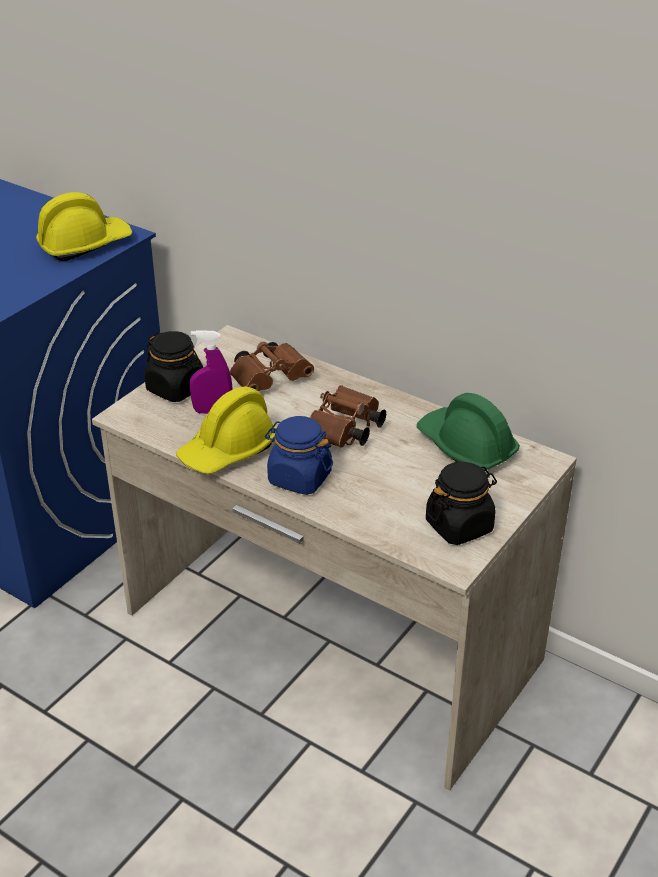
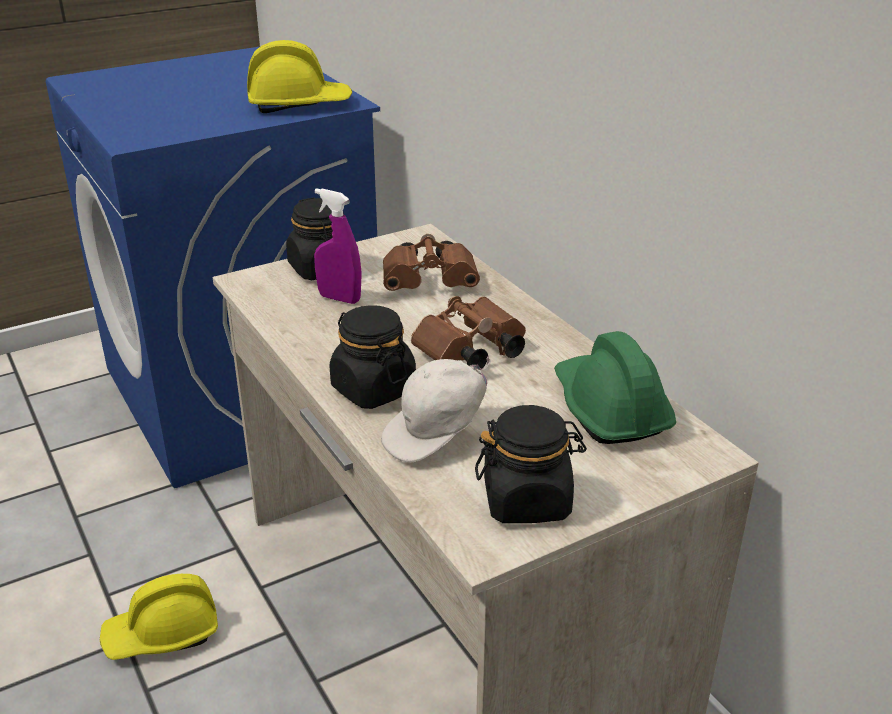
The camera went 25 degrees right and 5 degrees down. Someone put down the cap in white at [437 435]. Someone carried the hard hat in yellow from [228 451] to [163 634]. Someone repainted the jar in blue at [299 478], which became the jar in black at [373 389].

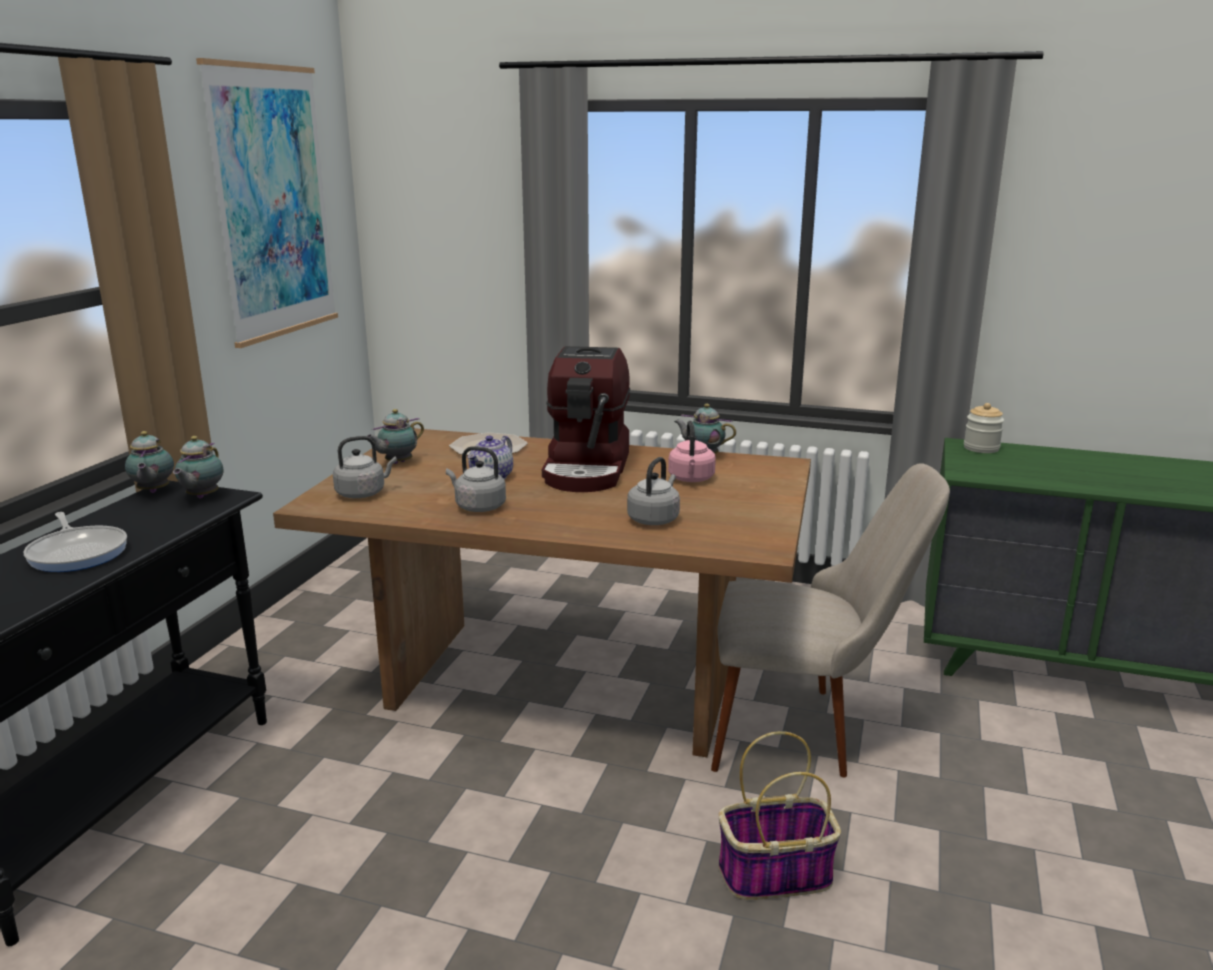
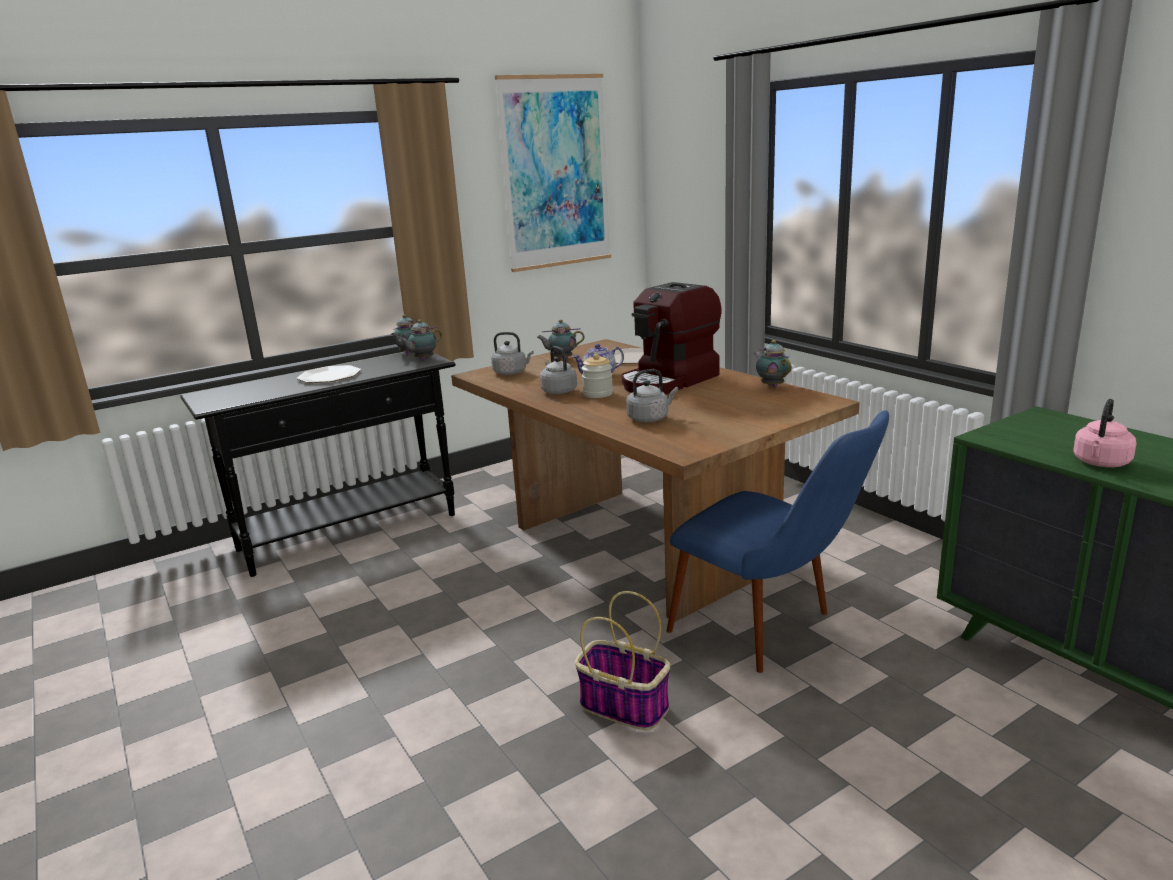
The camera went 40 degrees right and 0 degrees up. Someone carried the kettle in pink from [691 479] to [1100 463]. Someone carried the jar from [981 448] to [598 394]. Someone swapped the frying pan at [78 552] for the plate at [330 376]. Someone repainted the chair in beige at [804 730], which became the chair in blue at [772 632].

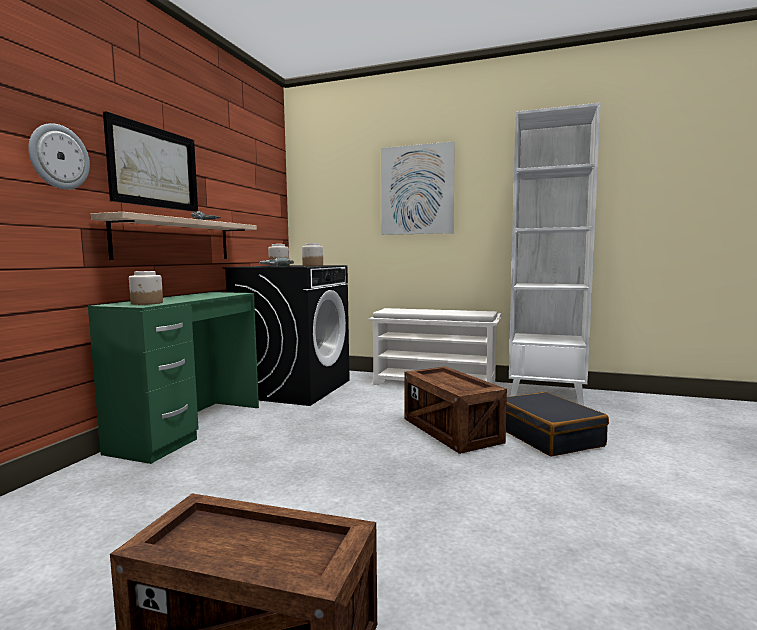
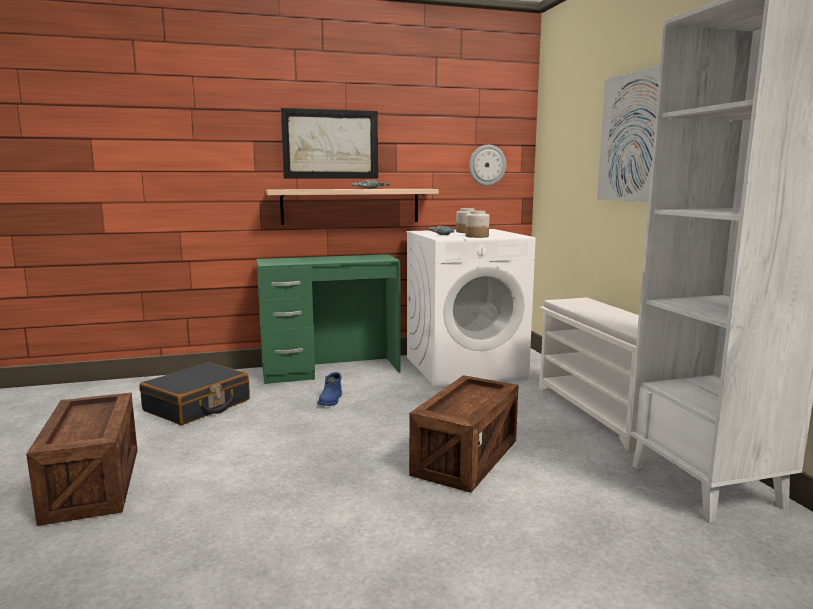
The camera went 55 degrees right and 5 degrees up. Someone took away the jar at [147 303]. Someone put down the boot in blue at [331 400]. Someone carried the wall clock from [59 157] to [487 165]. Someone carried the suitcase in black from [548 436] to [197 406]. Someone repainted the washing machine in black at [293 388], which became the washing machine in white at [465 366].

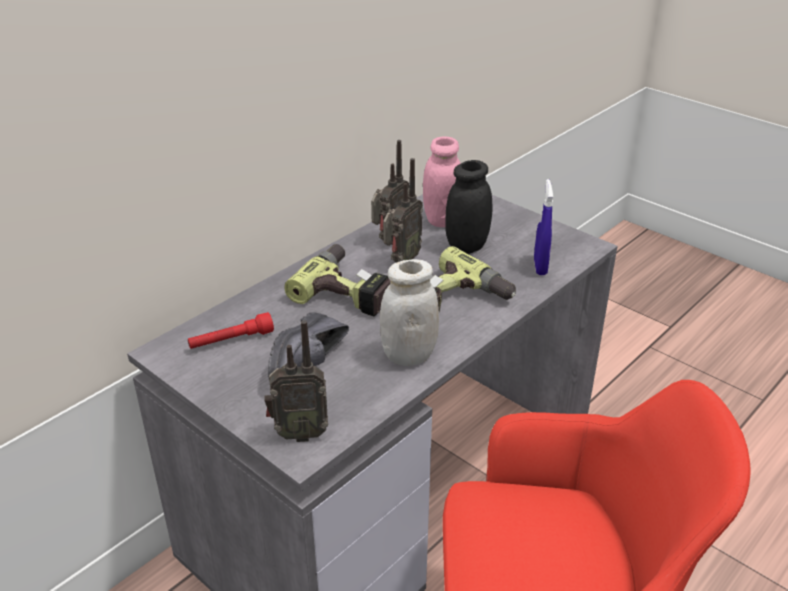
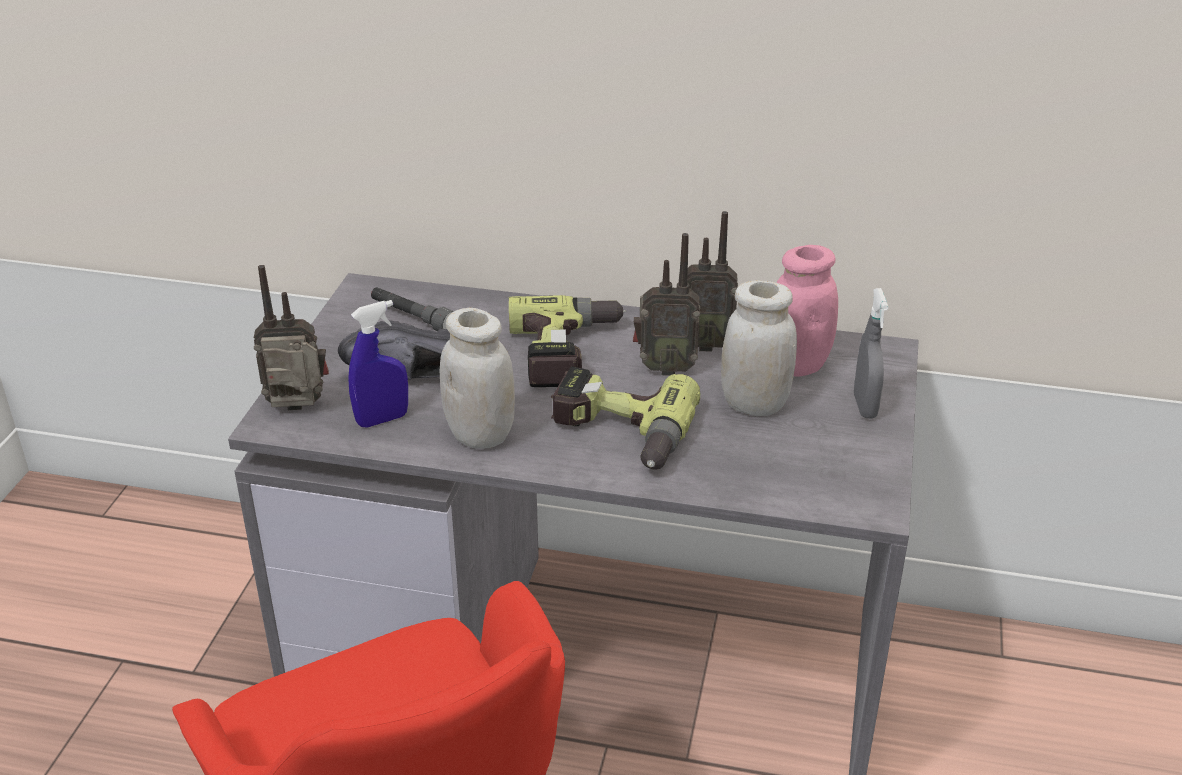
The camera went 60 degrees right and 0 degrees up. Someone put down the spray bottle in grey at [865 406]. Someone carried the spray bottle in blue from [540 267] to [382 419]. Someone repainted the flashlight in red at [231 341], which became the flashlight in grey at [412 318]. Someone repainted the jar in black at [467 246], which became the jar in white at [754 404]. Someone rotated the radio at [299 433] by 120 degrees clockwise.

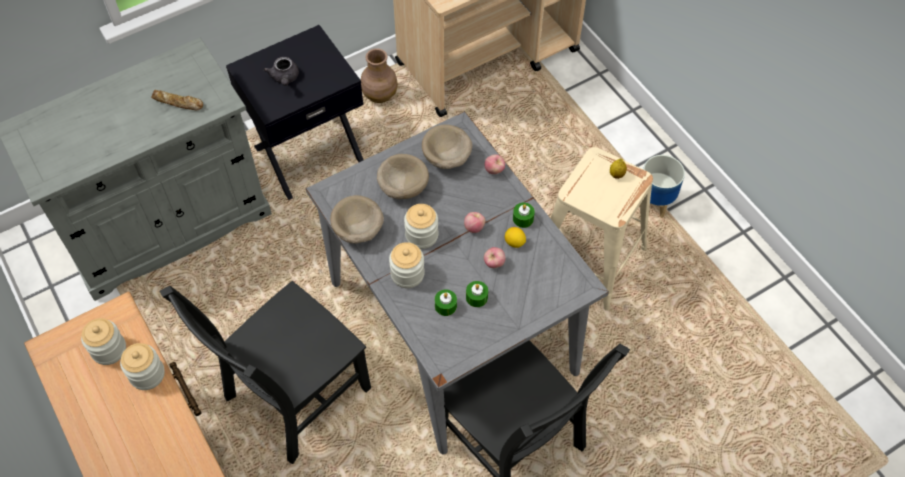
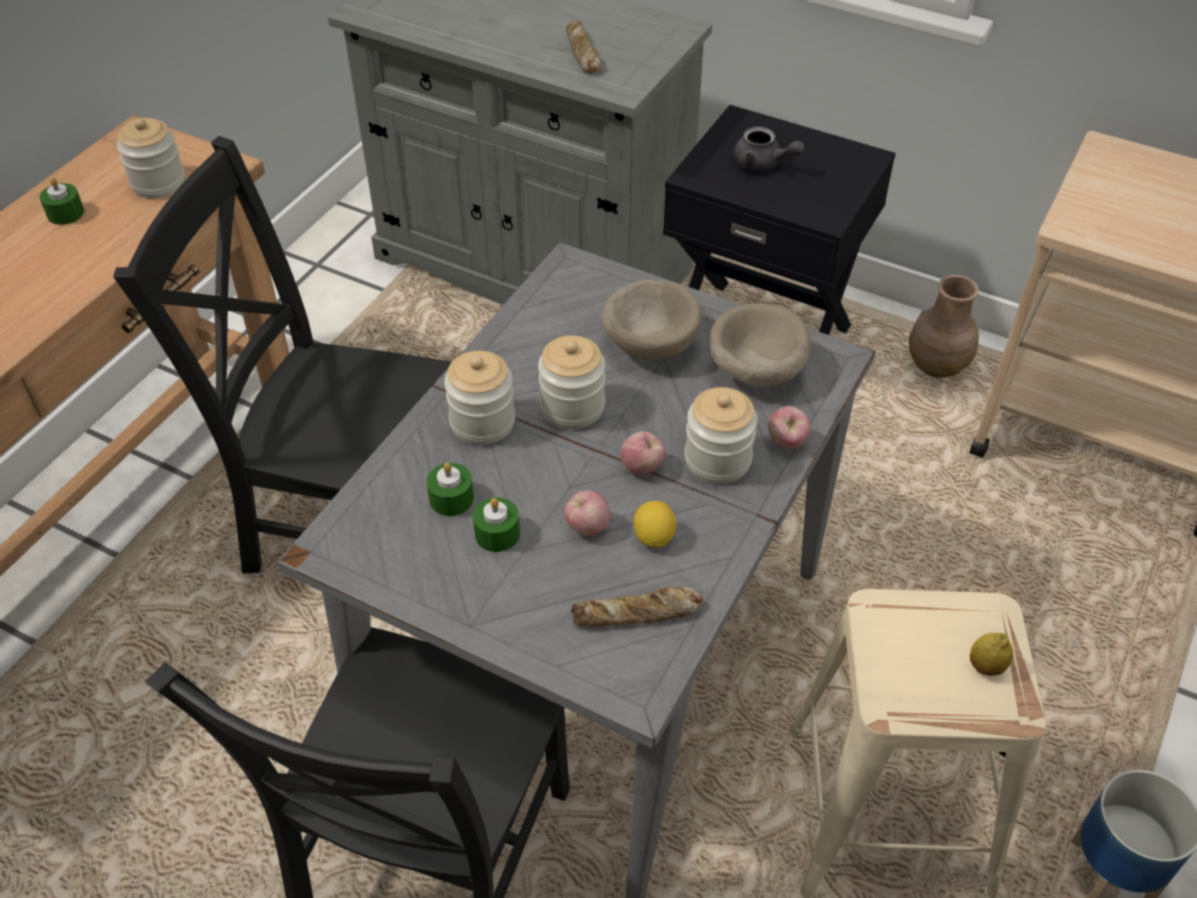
The camera went 60 degrees right and 10 degrees down. Someone took away the bowl in beige at [358 230]. Someone put down the bread at [637 614]. Someone carried the jar from [147 374] to [717 460]. Someone carried the candle in green from [523 218] to [65 213]. Someone rotated the teapot in grey at [284 78] by 105 degrees counterclockwise.

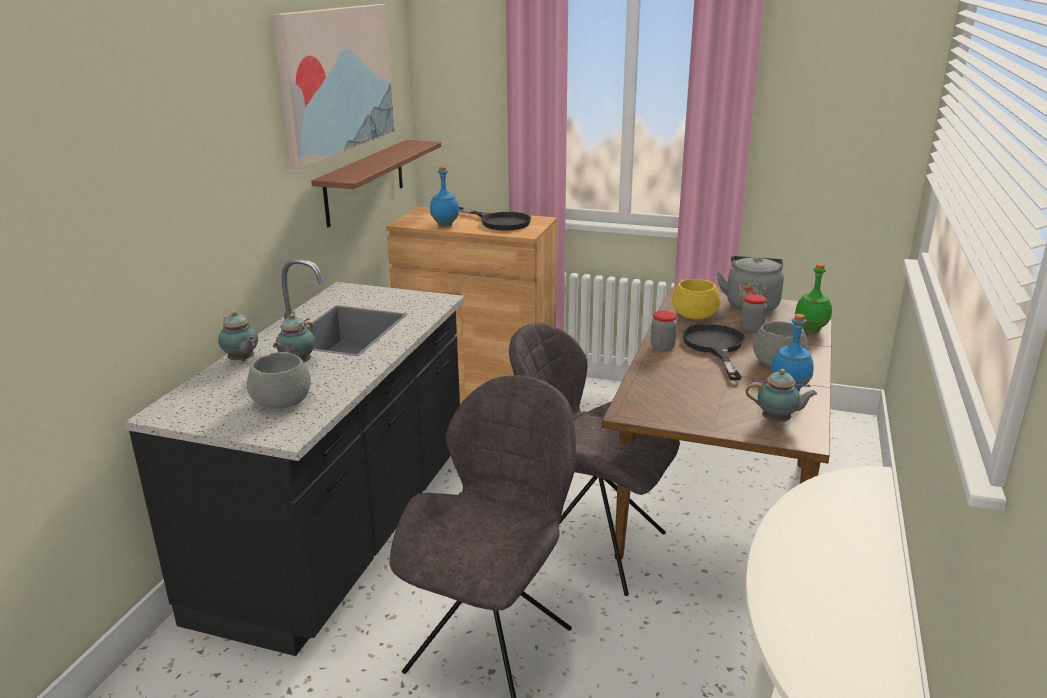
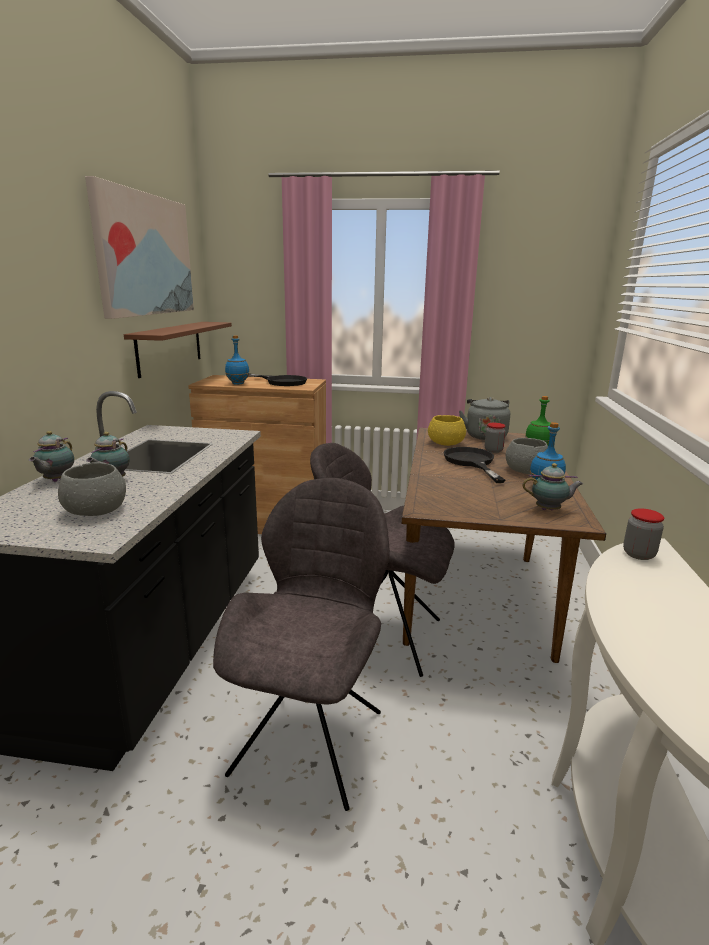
The camera went 10 degrees left and 5 degrees down. Someone carried the jar from [662 347] to [638 554]. Someone rotated the teapot at [242 361] by 60 degrees clockwise.

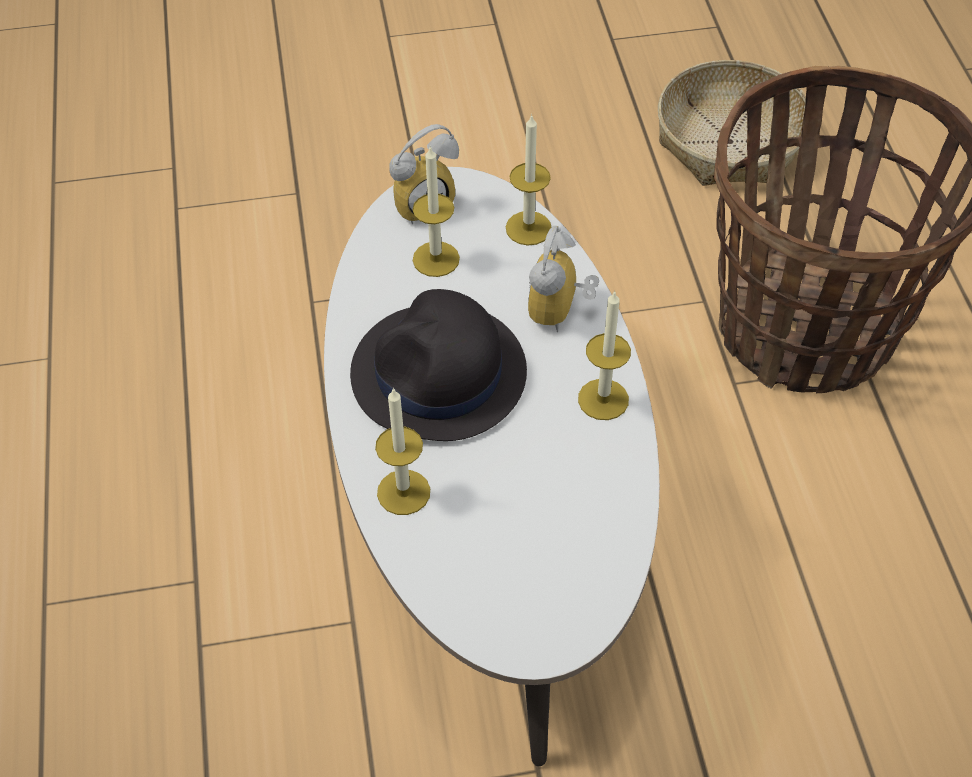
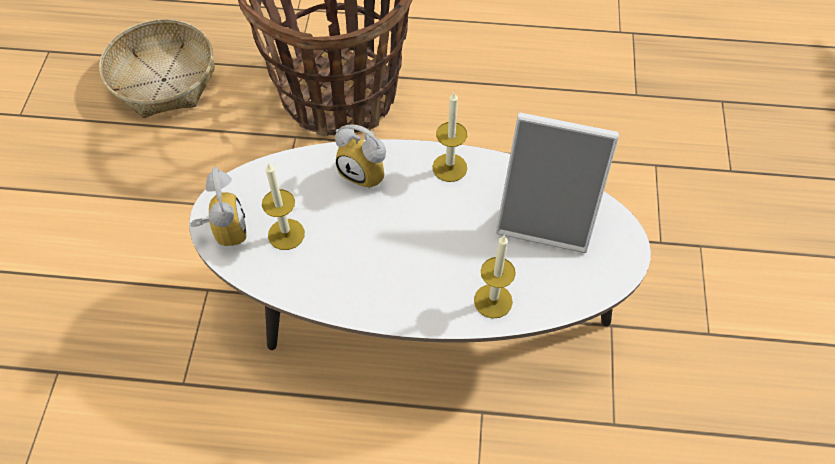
The camera went 75 degrees left and 5 degrees up. Someone took away the hat in black at [439 375]. Someone took away the candle at [528 228]. Someone put down the picture frame at [547 217].

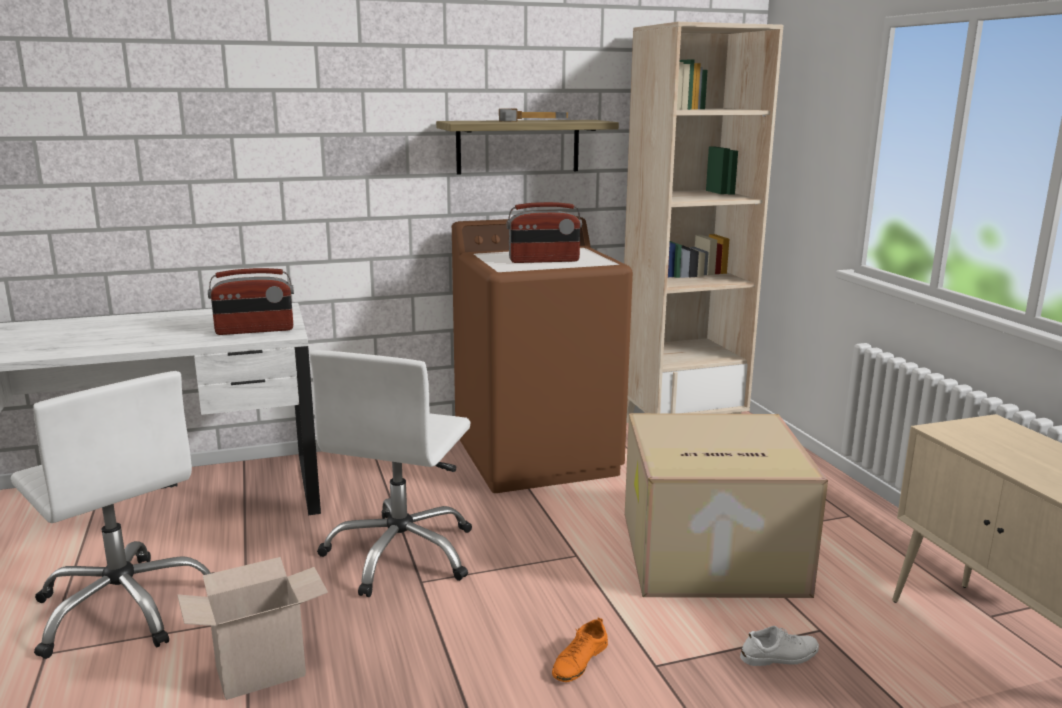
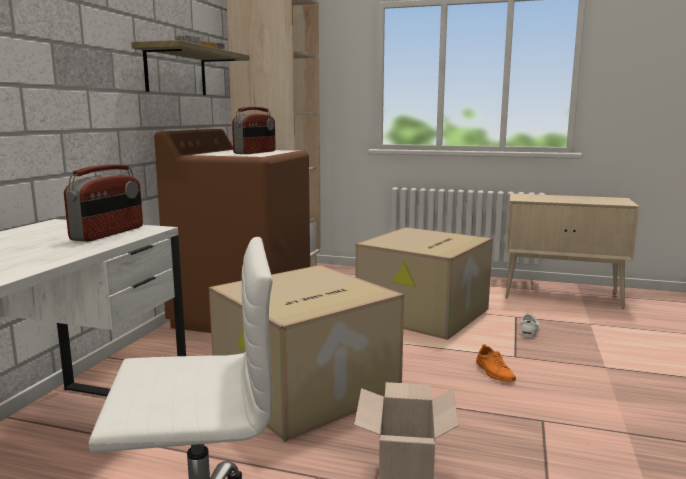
The camera went 55 degrees left and 5 degrees down. Someone swapped the office chair in white at [401 554] for the cardboard box at [305 389].

